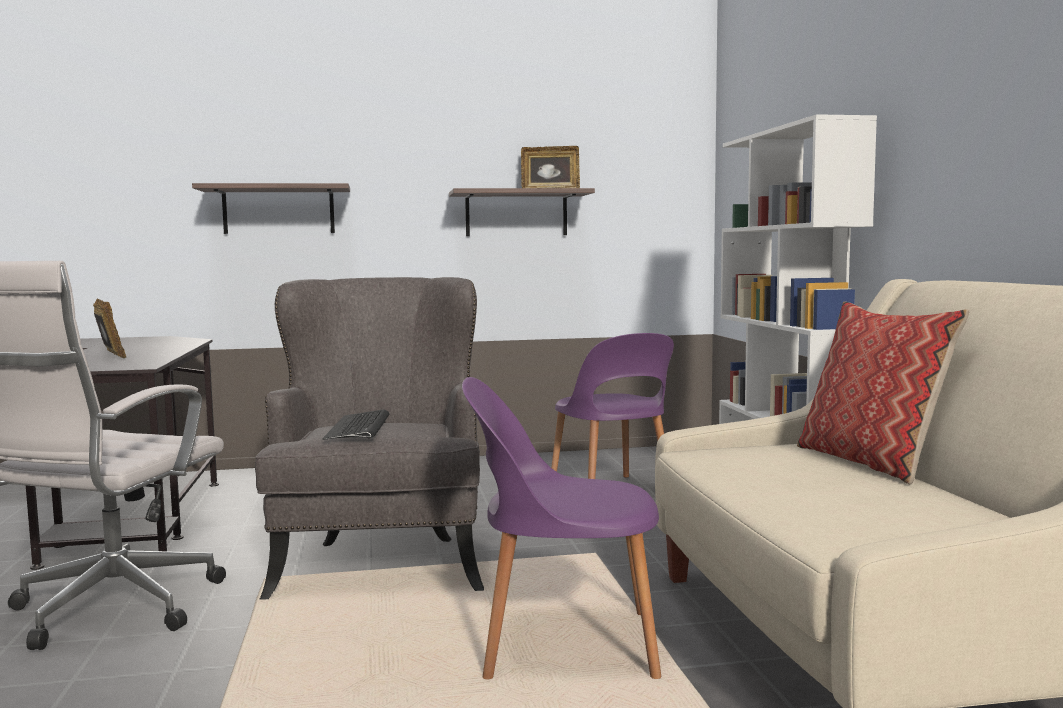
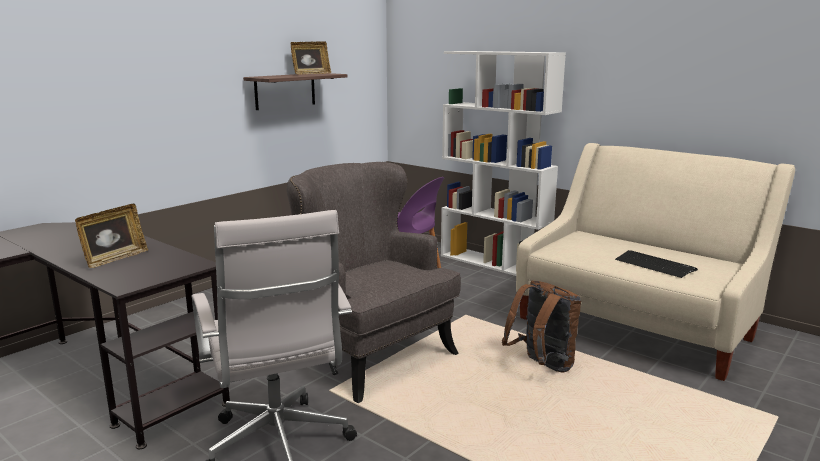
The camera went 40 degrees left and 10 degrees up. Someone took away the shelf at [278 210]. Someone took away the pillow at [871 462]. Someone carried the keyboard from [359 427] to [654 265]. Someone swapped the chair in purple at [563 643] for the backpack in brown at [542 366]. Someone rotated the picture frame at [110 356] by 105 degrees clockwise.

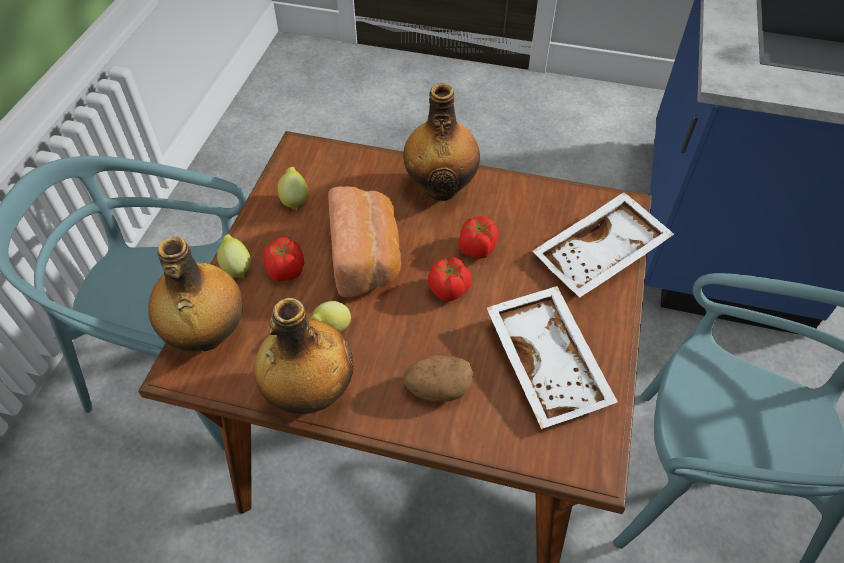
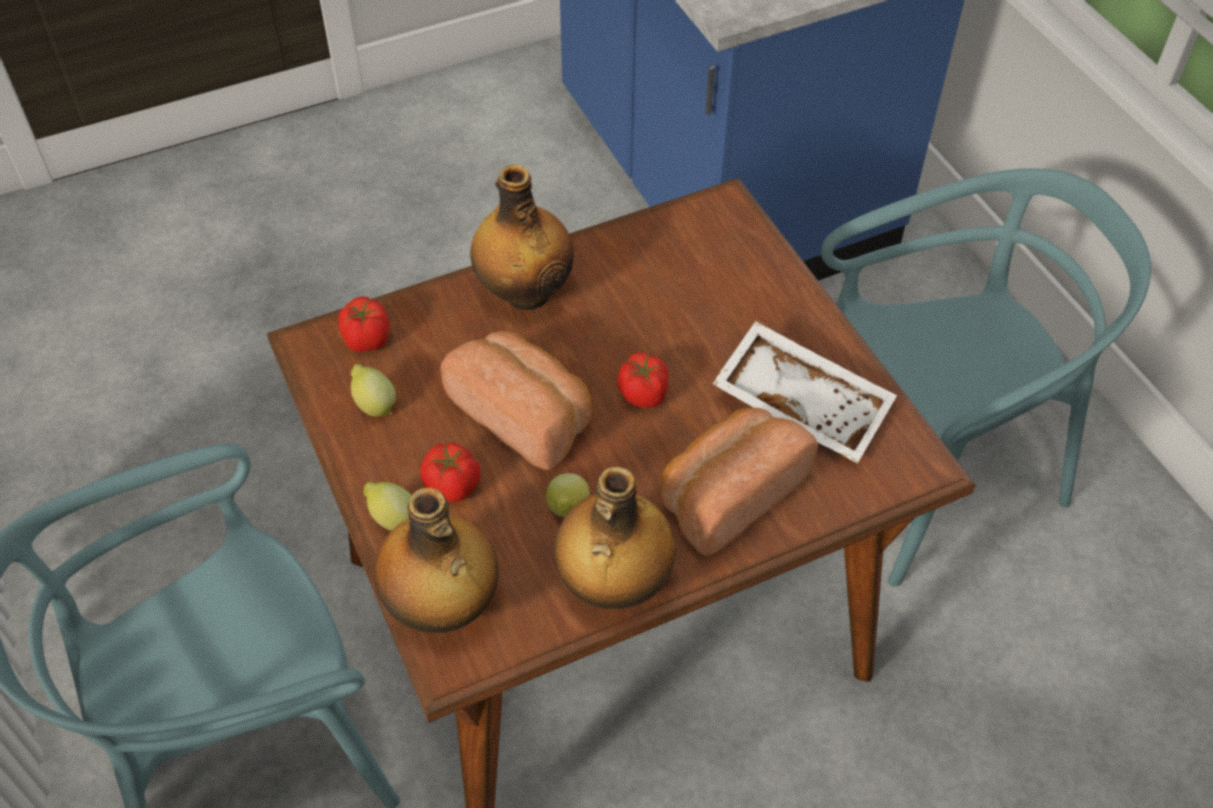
The camera went 40 degrees left and 0 degrees up. Someone took away the tray in white at [601 256]. Someone carried the tomato from [476 248] to [366 340]. Someone swapped the potato at [437 388] for the bread at [728 494].

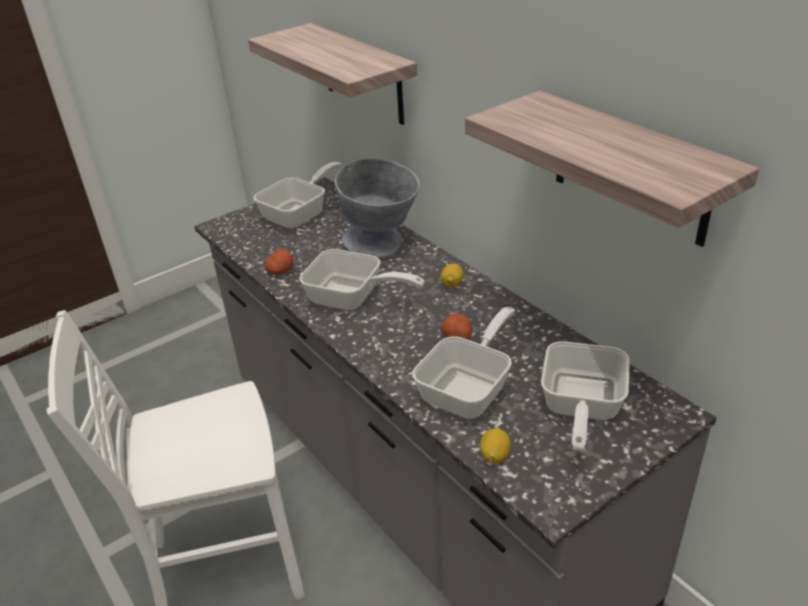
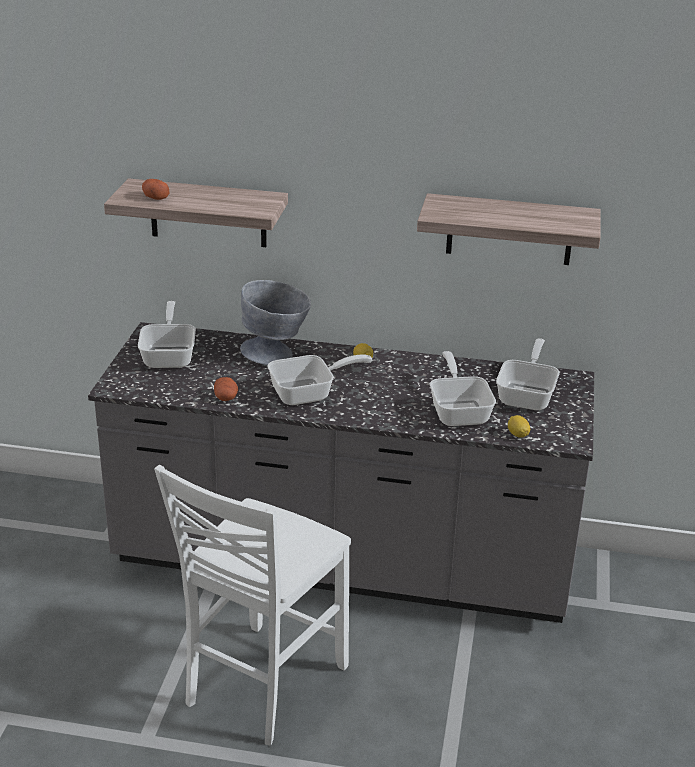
The camera went 45 degrees left and 5 degrees down. Someone carried the potato from [457 337] to [155 197]. Someone rotated the frying pan at [579 408] by 135 degrees counterclockwise.

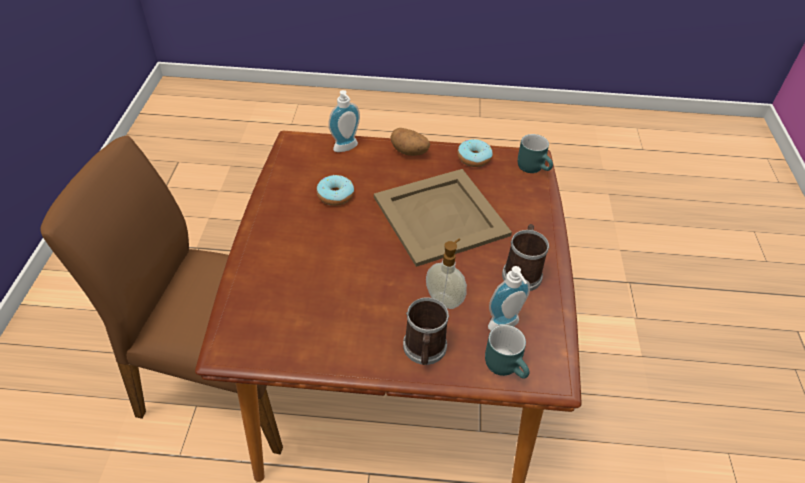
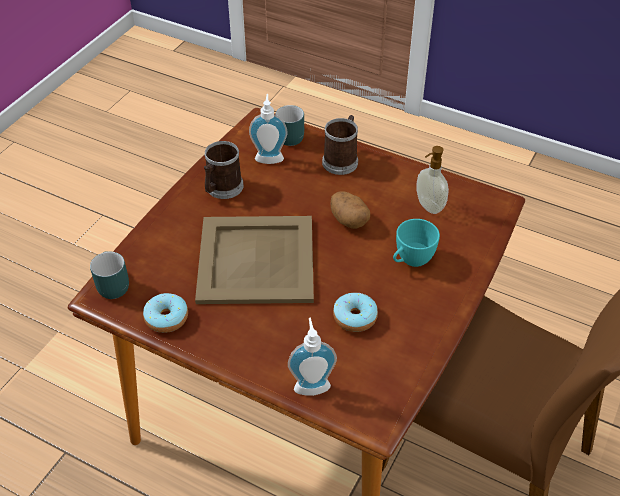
The camera went 155 degrees left and 0 degrees up. Someone put down the cup in turquoise at [411 260]. Someone carried the potato from [410 152] to [349 220]. Someone carried the soap dispenser from [445 299] to [428 206].

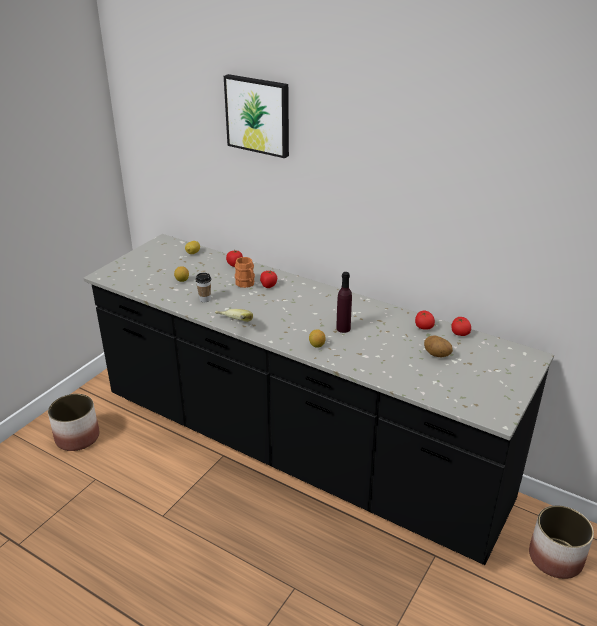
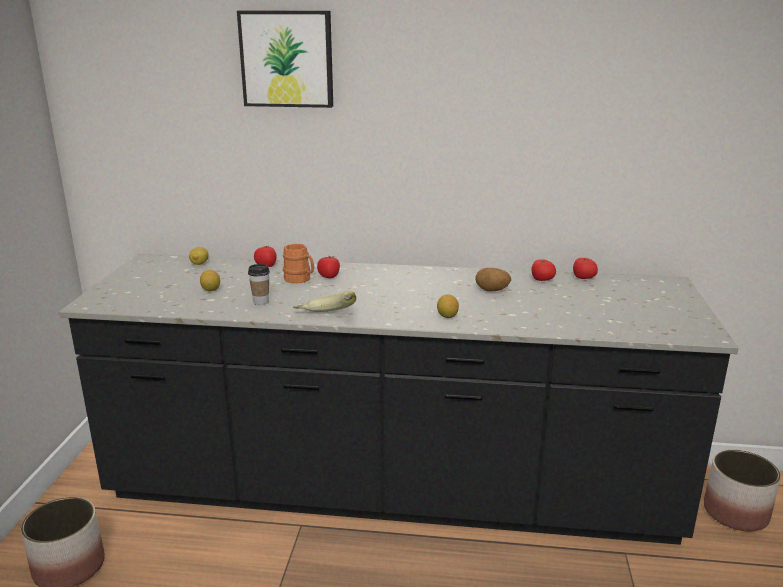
The camera went 25 degrees left and 10 degrees down. Someone took away the bottle in purple at [343 328]. Someone carried the potato from [436 355] to [492 291].

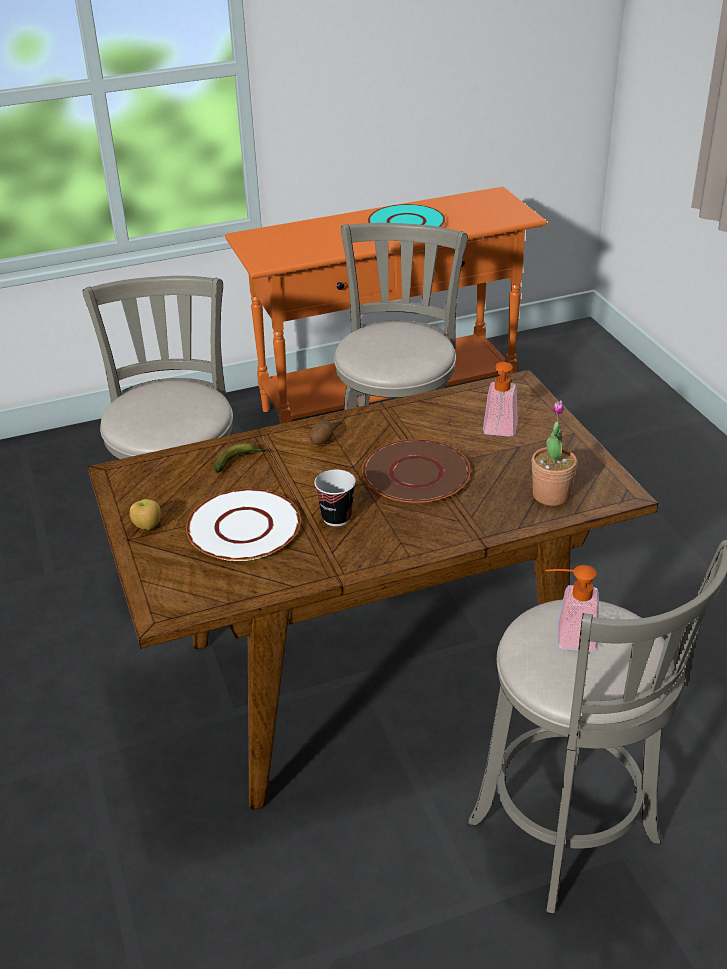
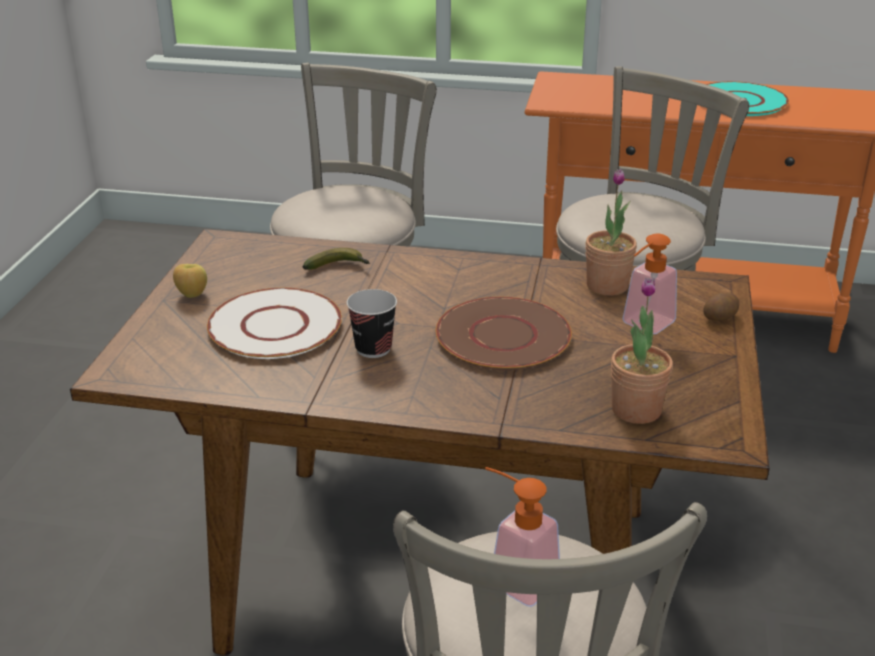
The camera went 30 degrees right and 5 degrees down. Someone put down the potted plant at [607 286]. Someone carried the potato from [322 440] to [720 318].

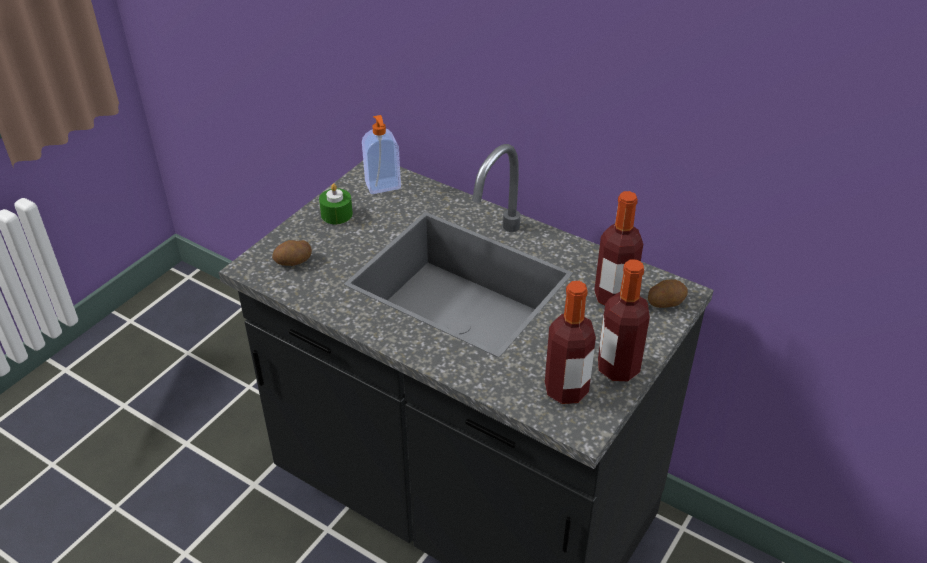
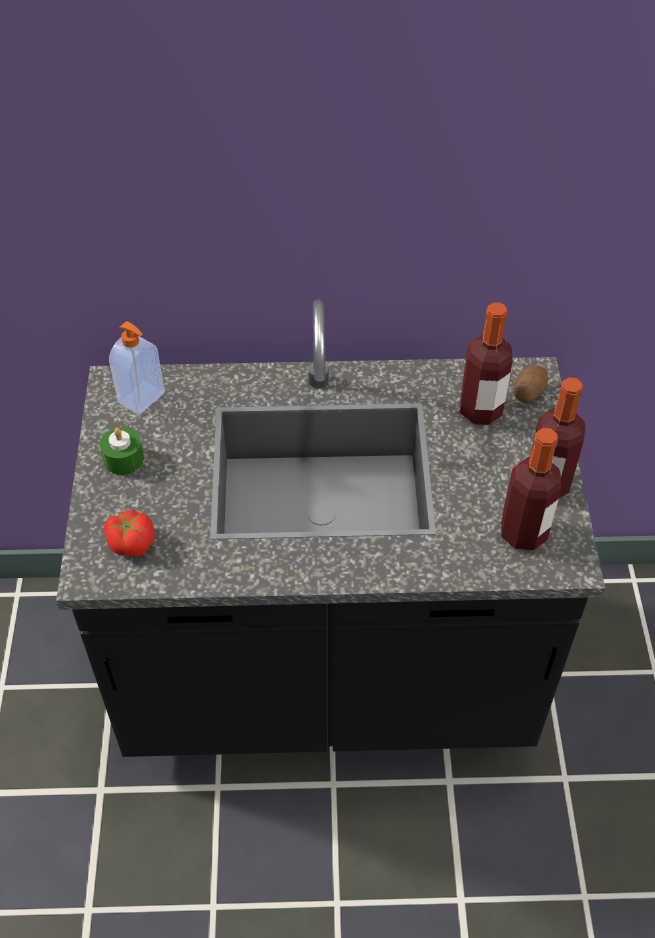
The camera went 35 degrees left and 10 degrees up. Someone swapped the potato at [294 262] for the tomato at [131 542].

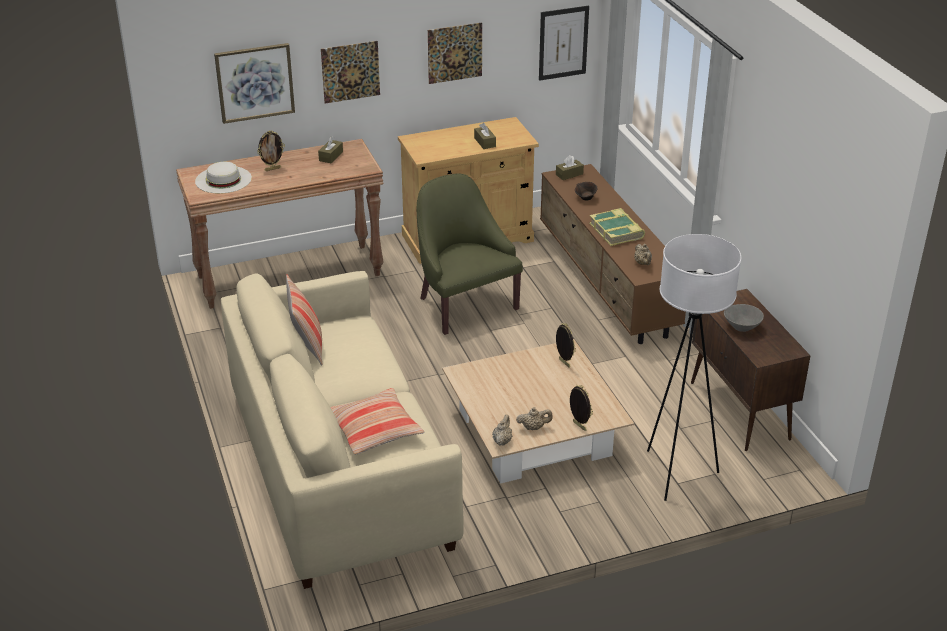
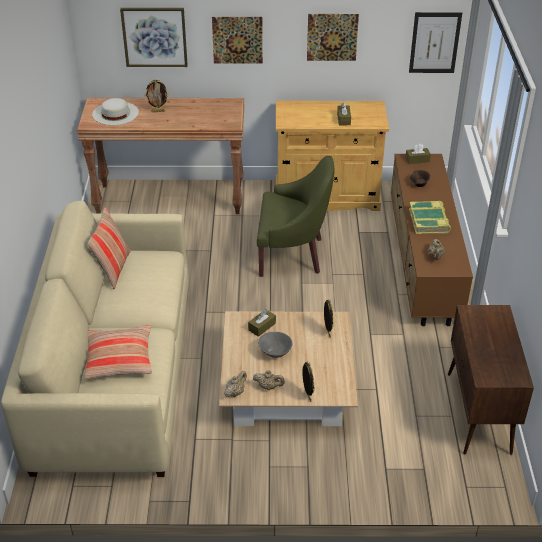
The camera went 20 degrees right and 5 degrees up. Someone took away the floor lamp in white at [676 473]. Someone carried the tissue box in brown from [331 156] to [262 326]. Someone carried the bowl in grey from [741 327] to [275 352]. Someone rotated the armchair in green at [464 304] by 105 degrees clockwise.

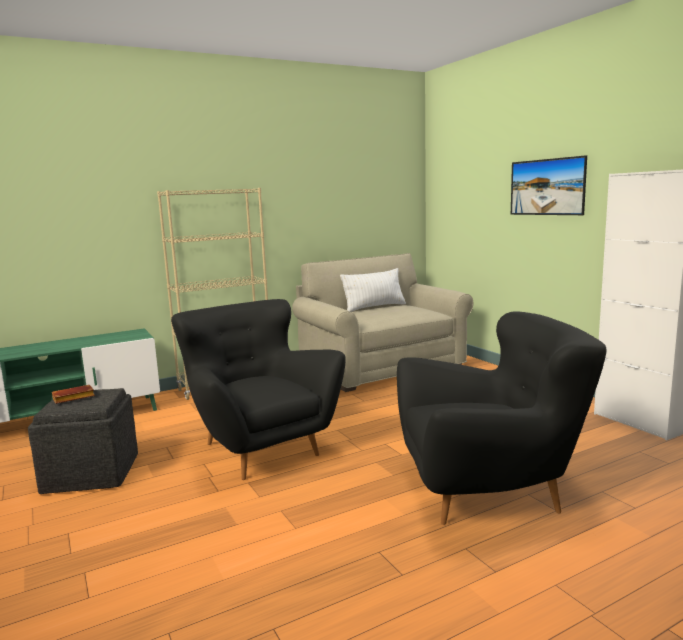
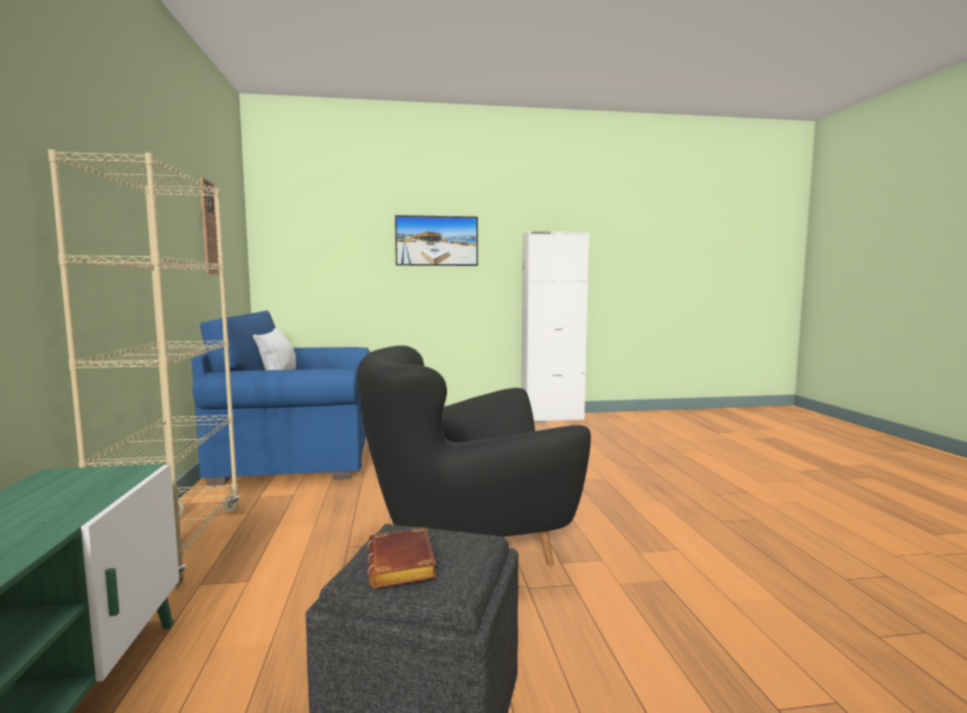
The camera went 70 degrees left and 5 degrees down. Someone took away the armchair in black at [489 492]. Someone put up the wall clock at [208 227]. Someone repainted the sofa in beige at [382 367], which became the sofa in blue at [301 452].

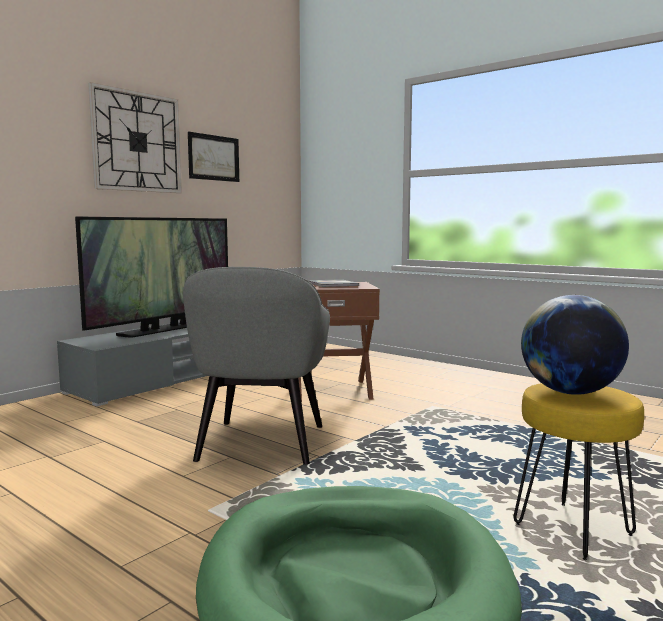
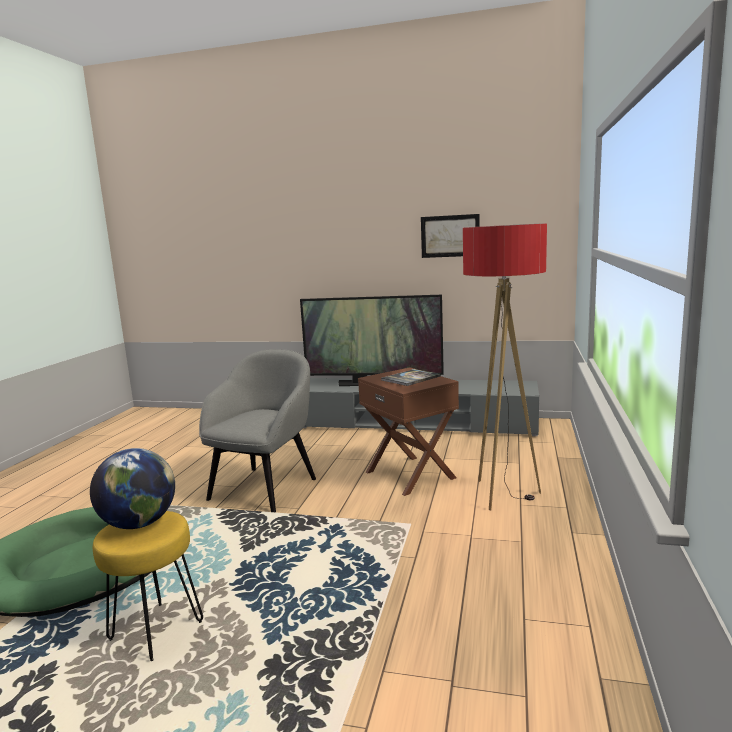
The camera went 65 degrees right and 5 degrees up. Someone took away the wall clock at [137 142]. Someone put down the floor lamp at [503 494]. Someone rotated the armchair in grey at [261 444] by 135 degrees clockwise.

